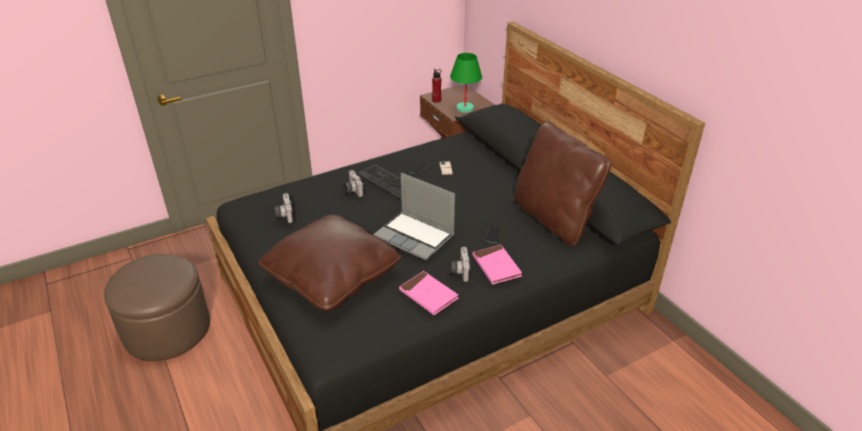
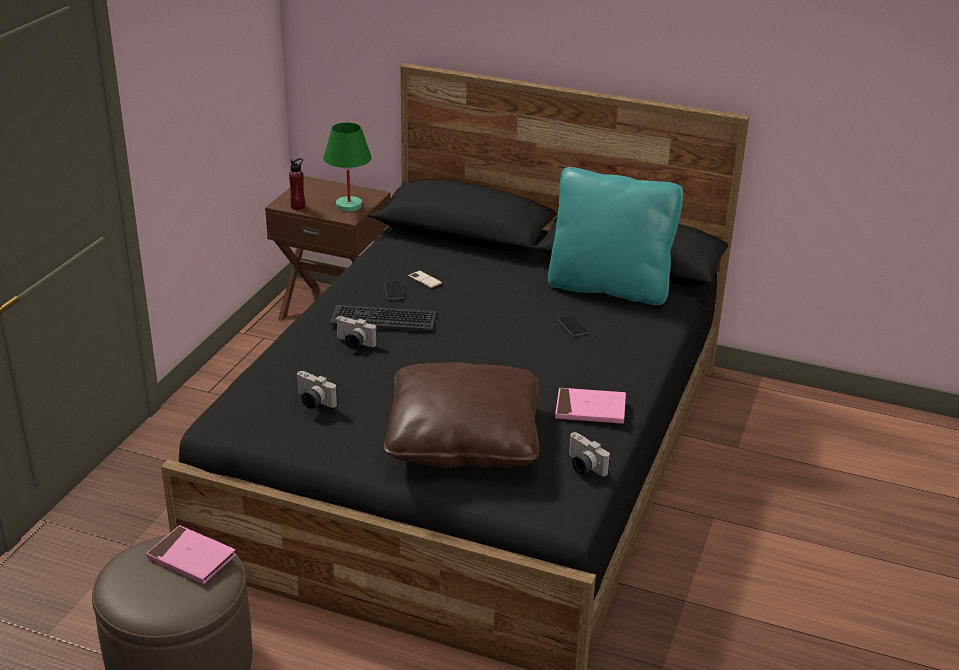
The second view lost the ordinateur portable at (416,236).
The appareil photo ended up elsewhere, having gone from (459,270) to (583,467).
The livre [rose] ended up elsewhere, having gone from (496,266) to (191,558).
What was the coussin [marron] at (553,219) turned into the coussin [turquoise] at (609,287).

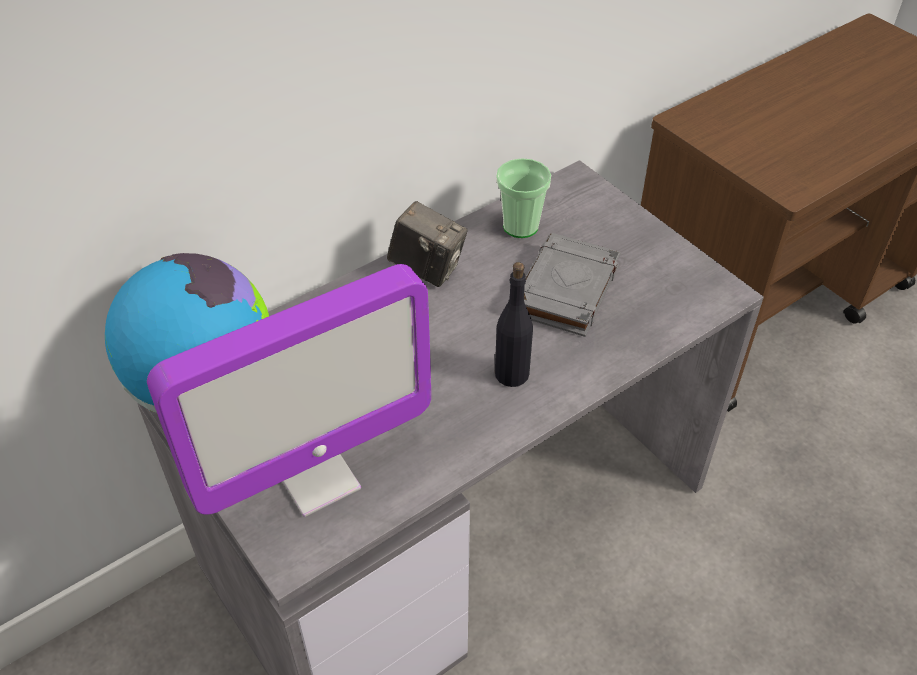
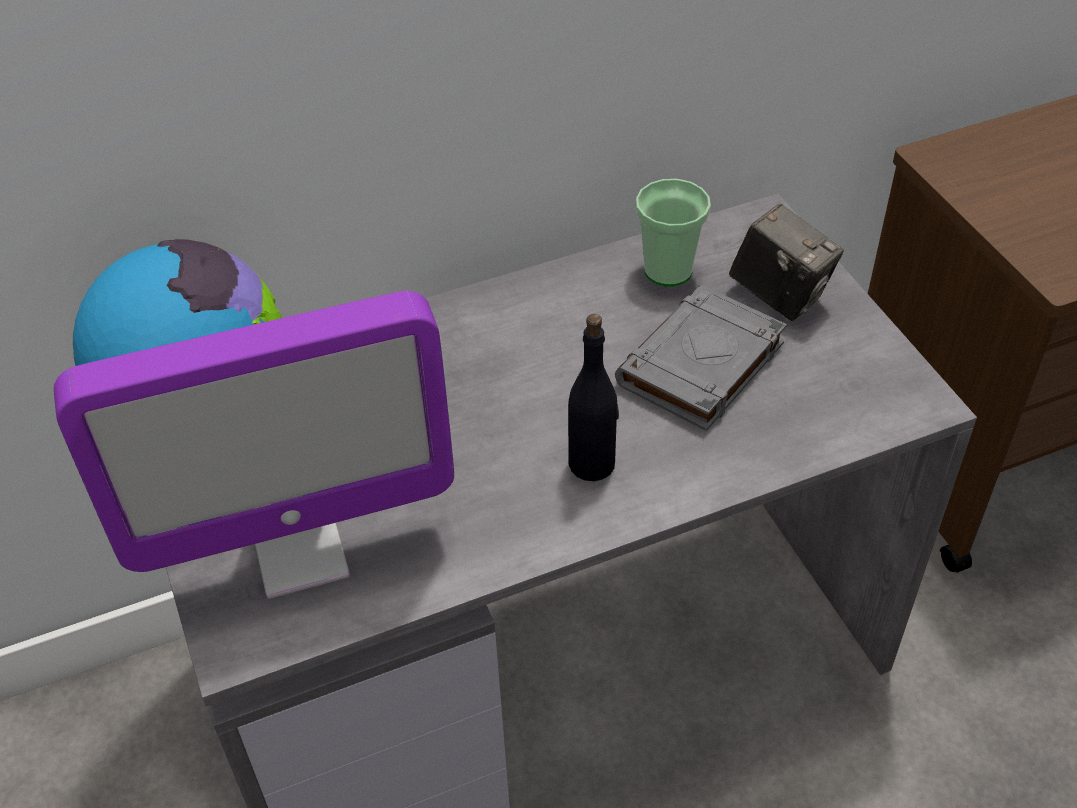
The appareil photo ended up elsewhere, having gone from (427,268) to (780,295).

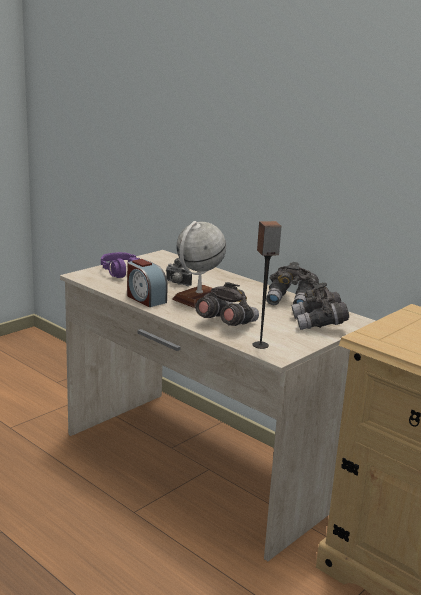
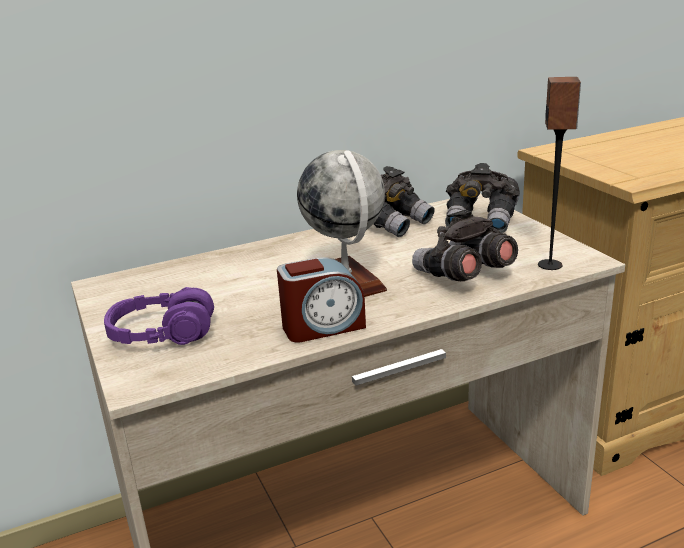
The second view lost the appareil photo at (176,283).

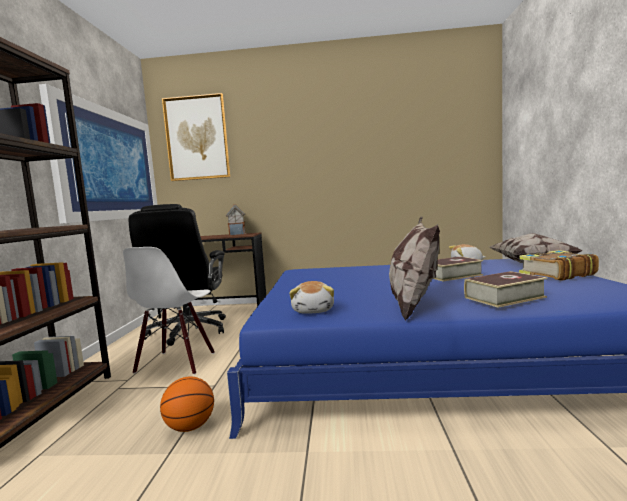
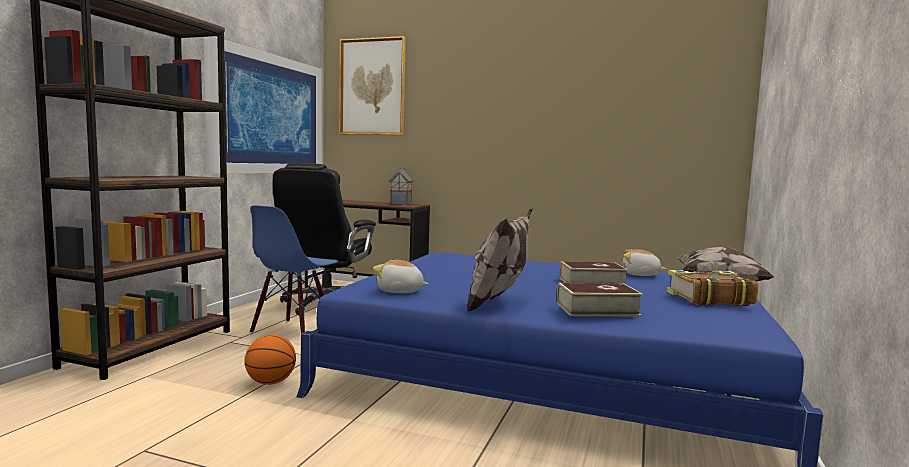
What was the chaise [blanc] at (176,363) turned into the chaise [bleu] at (293,331).
The peluche at (314,310) ended up facing another way, 90 degrees clockwise from before.

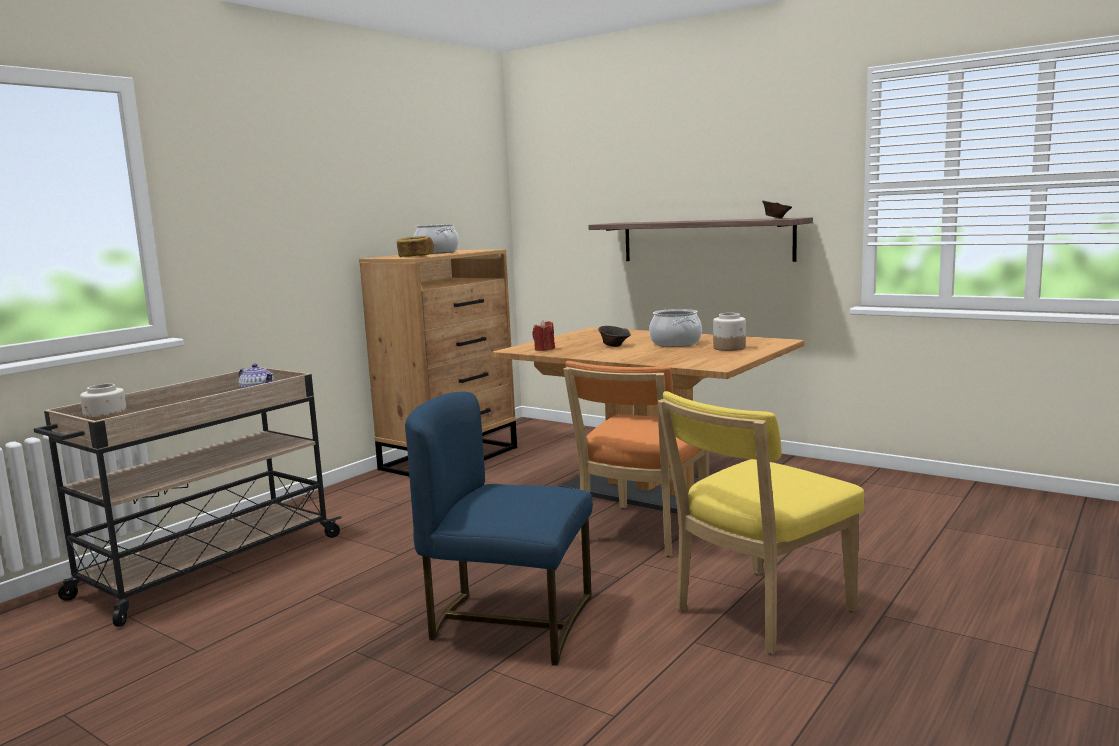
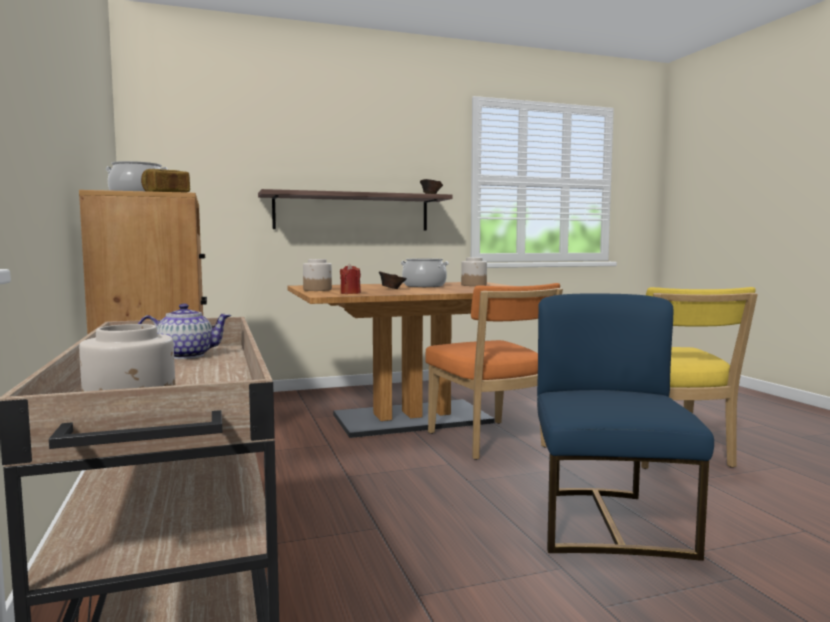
The chaise [bleu] at (509,622) ended up facing another way, 135 degrees clockwise from before.
The second view gained the bocal at (318,290).

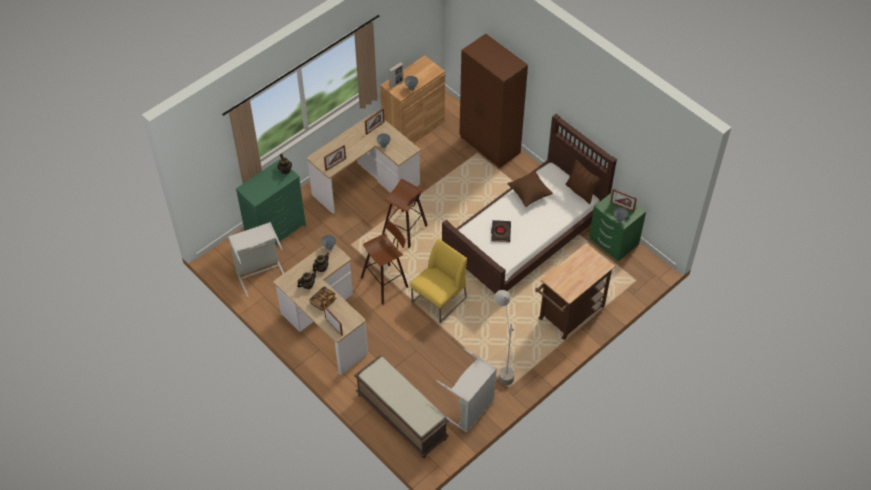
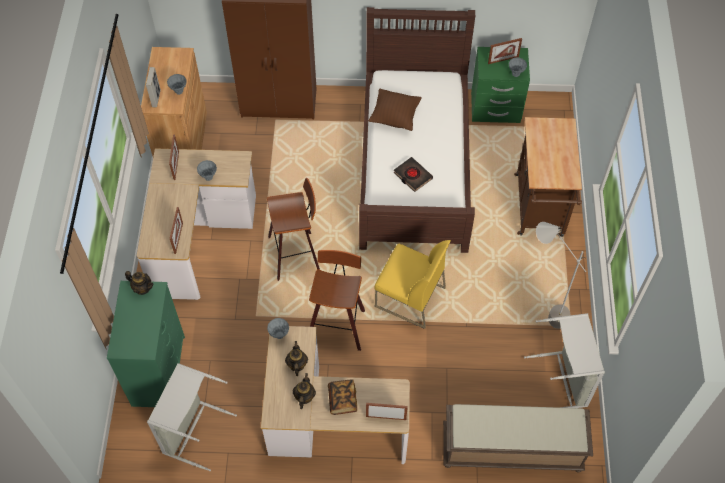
The chaise [jaune] at (439,300) ended up facing another way, 120 degrees clockwise from before.
The second view lost the coussin [marron] at (580,192).

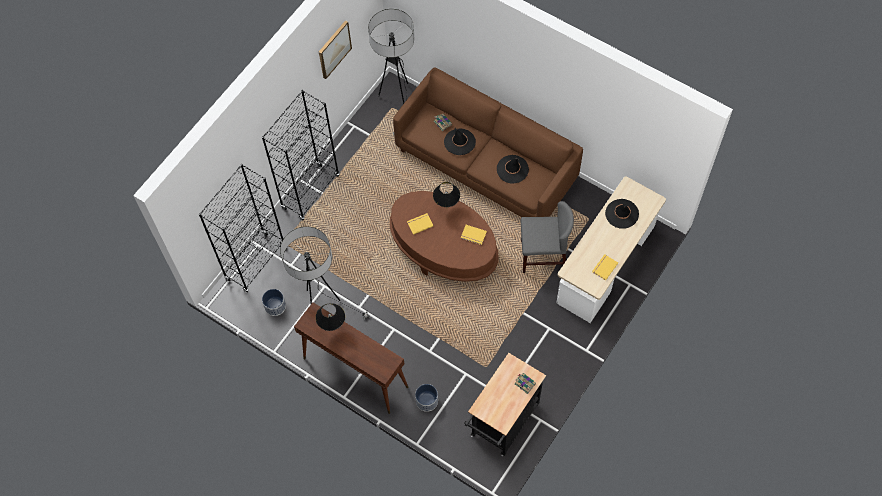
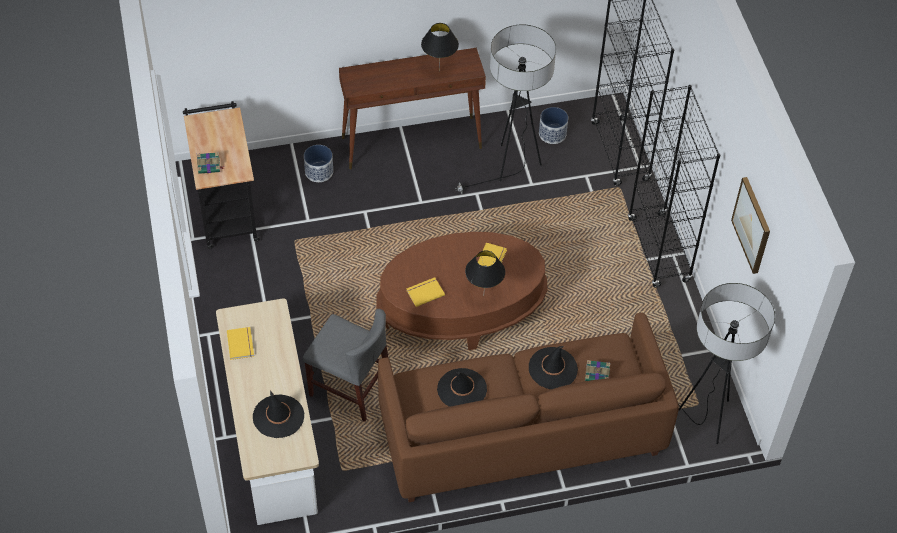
The chaise [gris] at (543,256) ended up facing another way, 105 degrees counterclockwise from before.

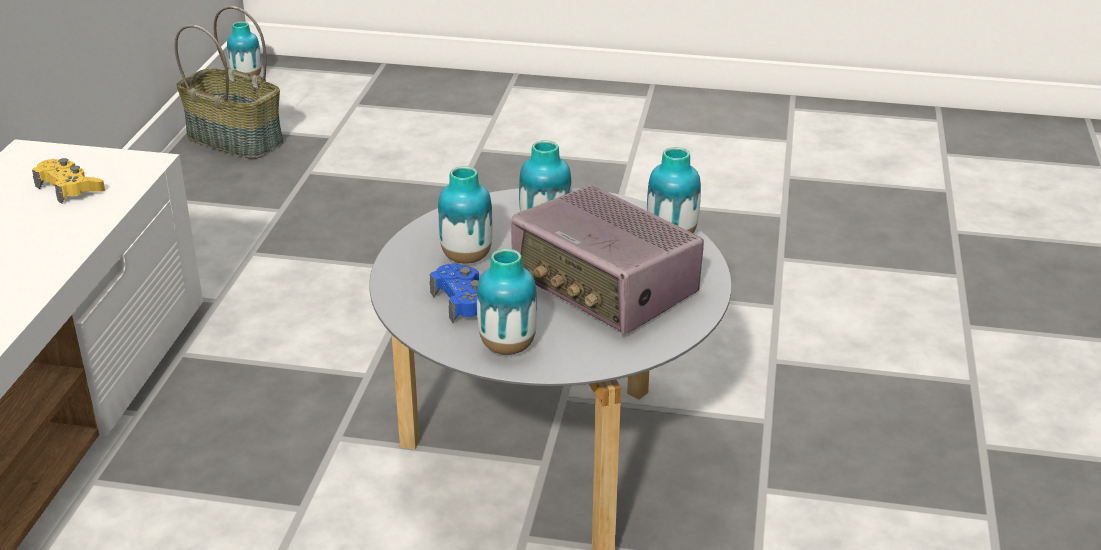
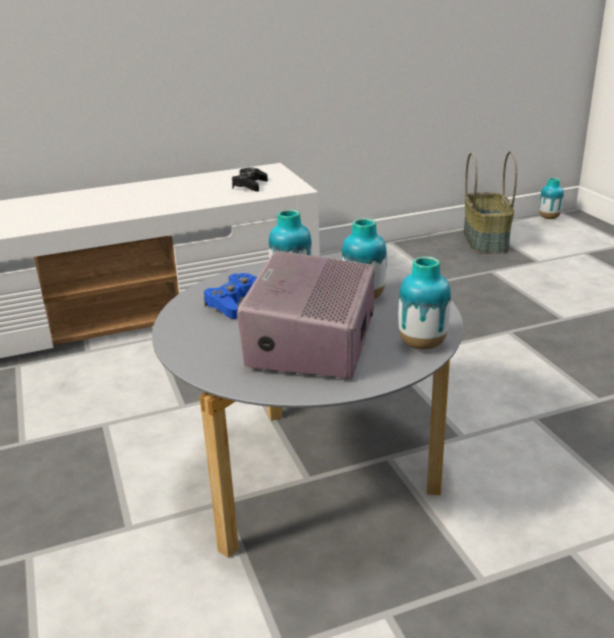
What was the manette [jaune] at (69,188) turned into the manette [noir] at (250,185).
The second view lost the vase at (507,346).

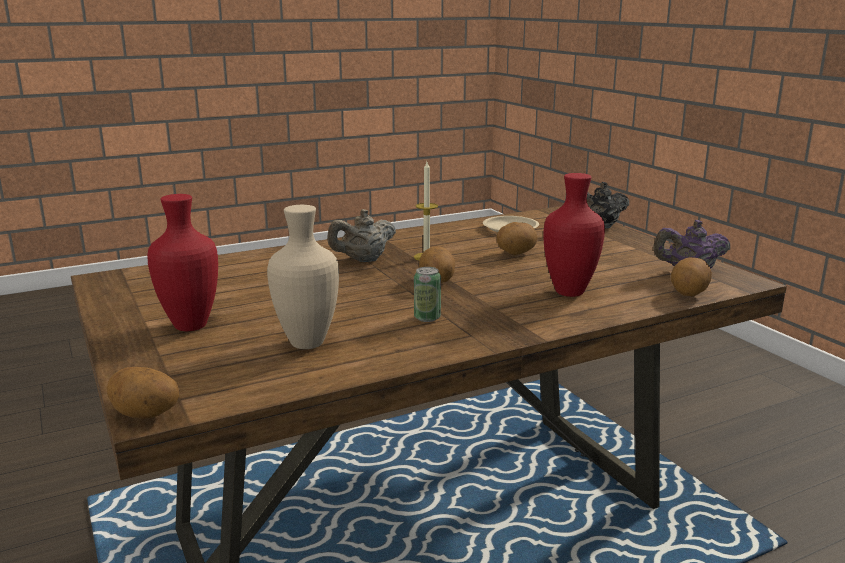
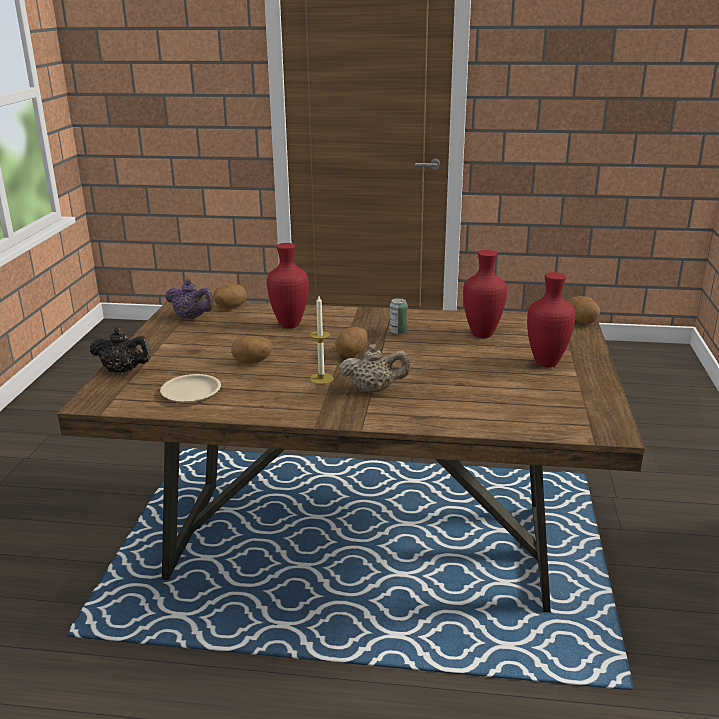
What was the vase [beige] at (305,343) turned into the vase [rouge] at (483,335).

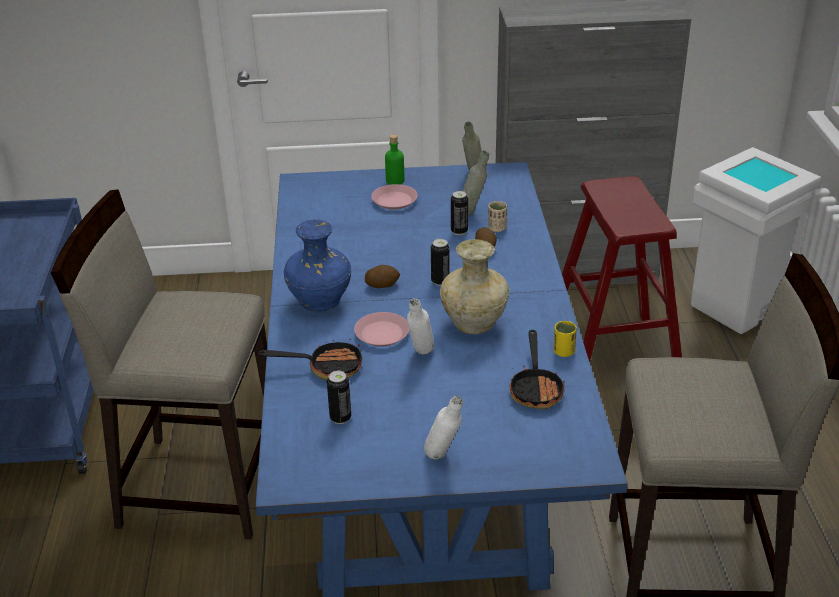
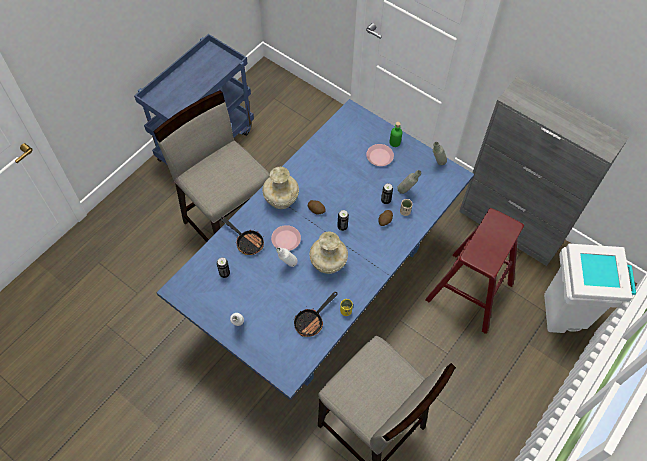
What was the vase [bleu] at (321,302) turned into the vase [beige] at (281,201).

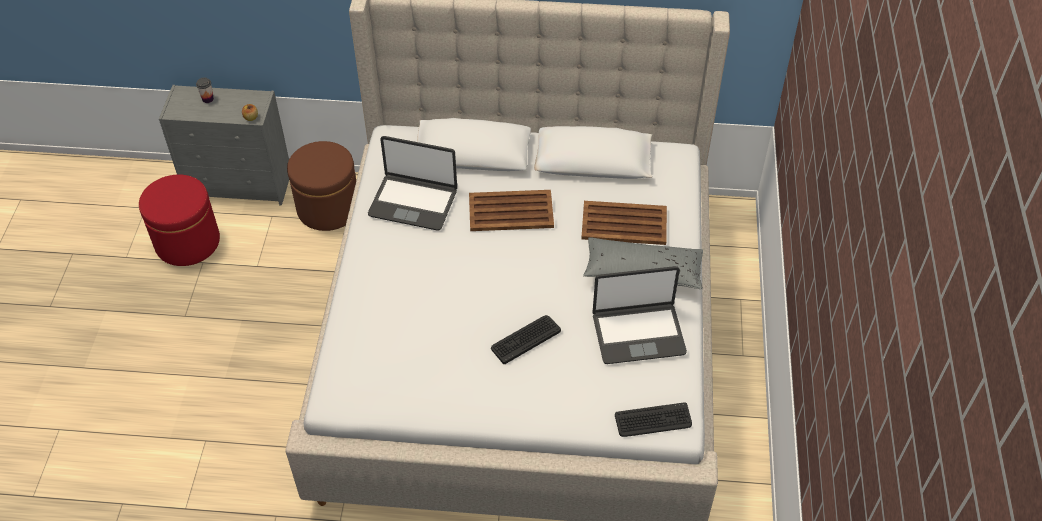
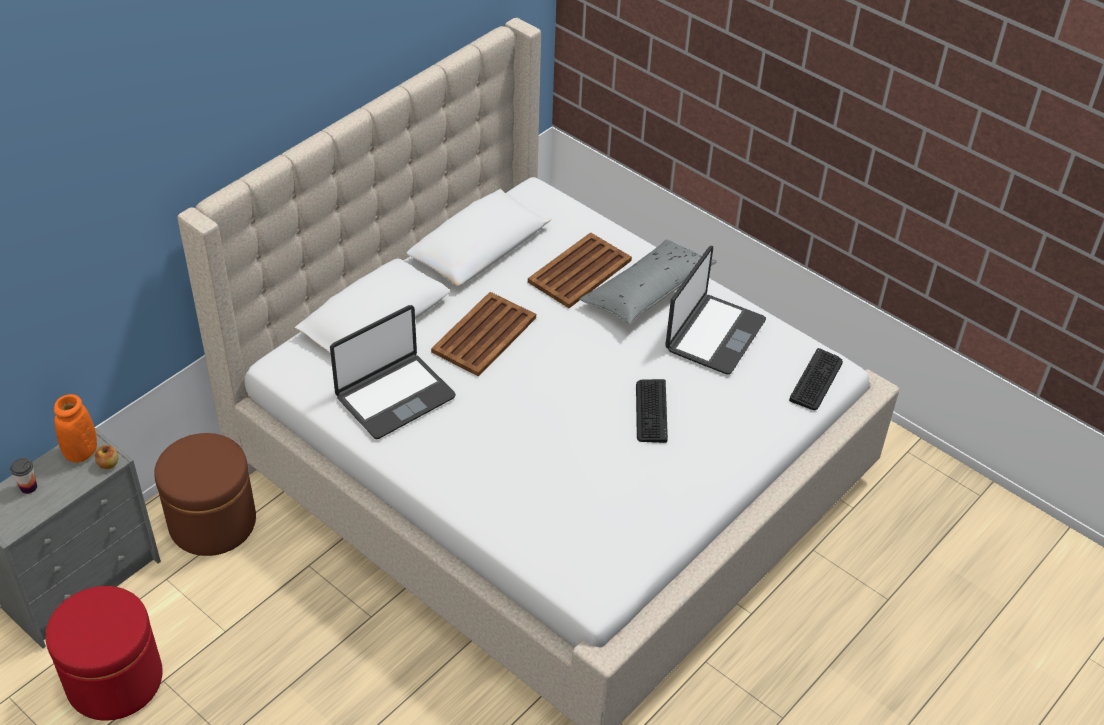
The second view gained the vase [orange] at (81,452).

